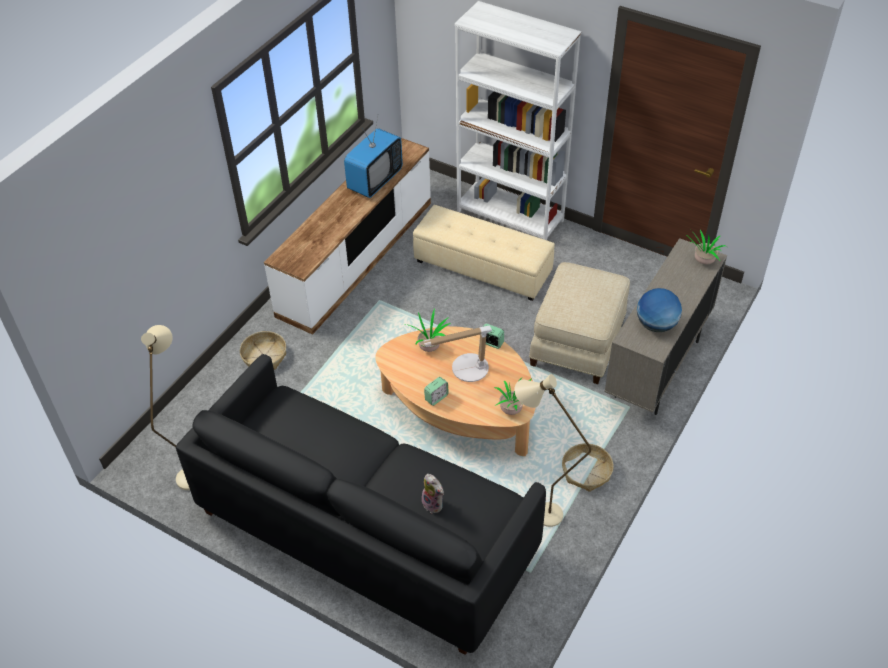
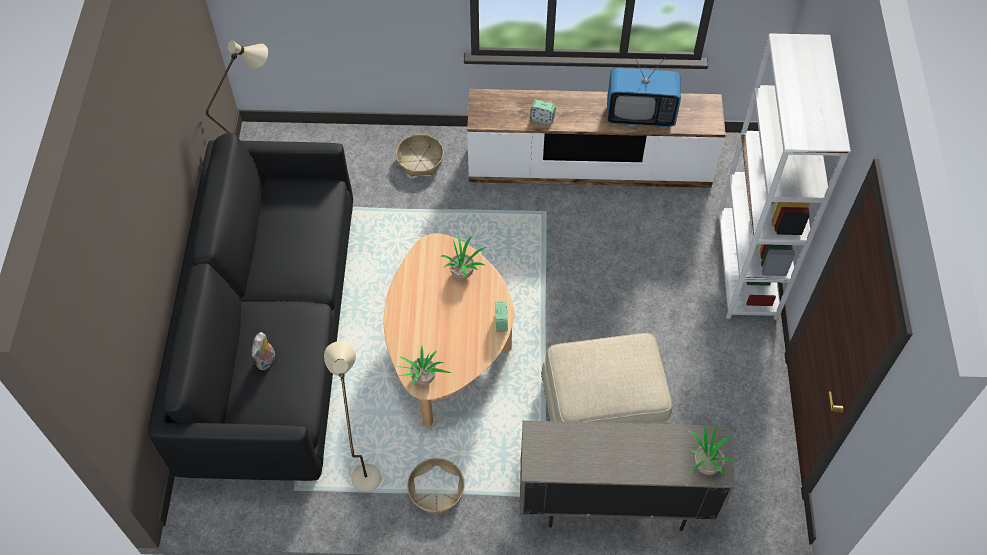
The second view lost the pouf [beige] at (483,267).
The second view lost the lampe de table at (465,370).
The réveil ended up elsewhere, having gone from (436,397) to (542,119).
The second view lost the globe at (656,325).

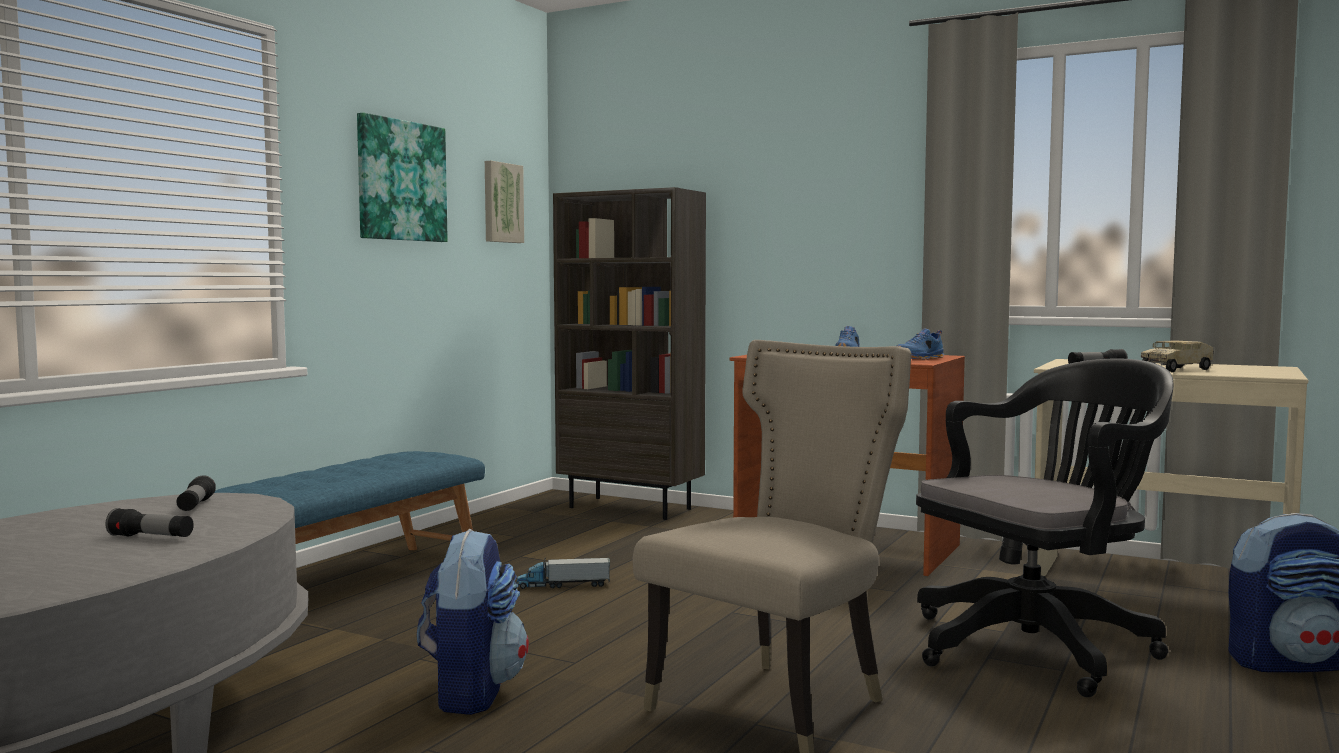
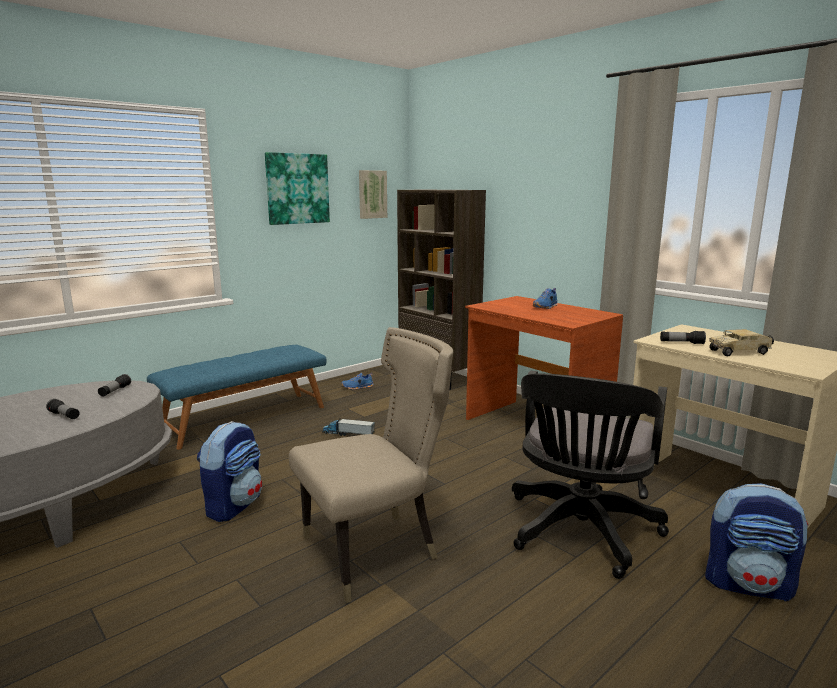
The chaussure [bleu] ended up elsewhere, having gone from (920,358) to (357,387).
The chaise de bureau [noir] at (1039,646) ended up facing another way, 120 degrees clockwise from before.

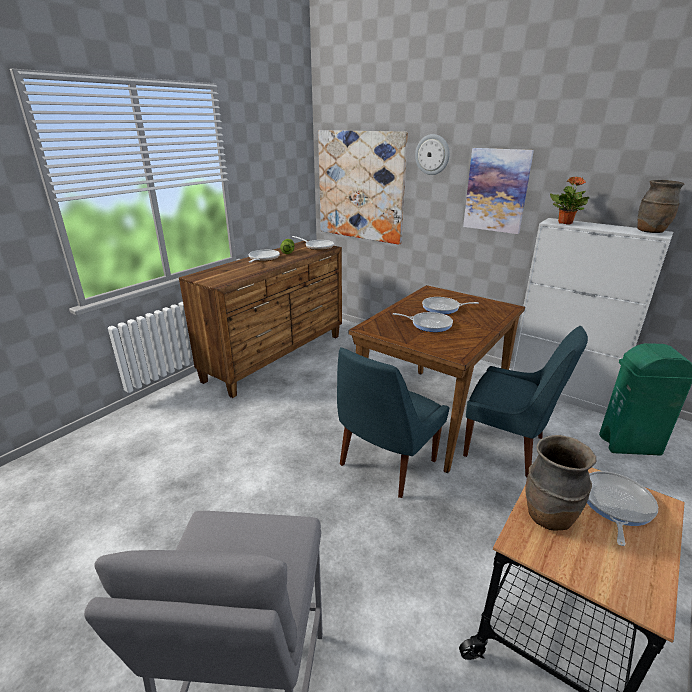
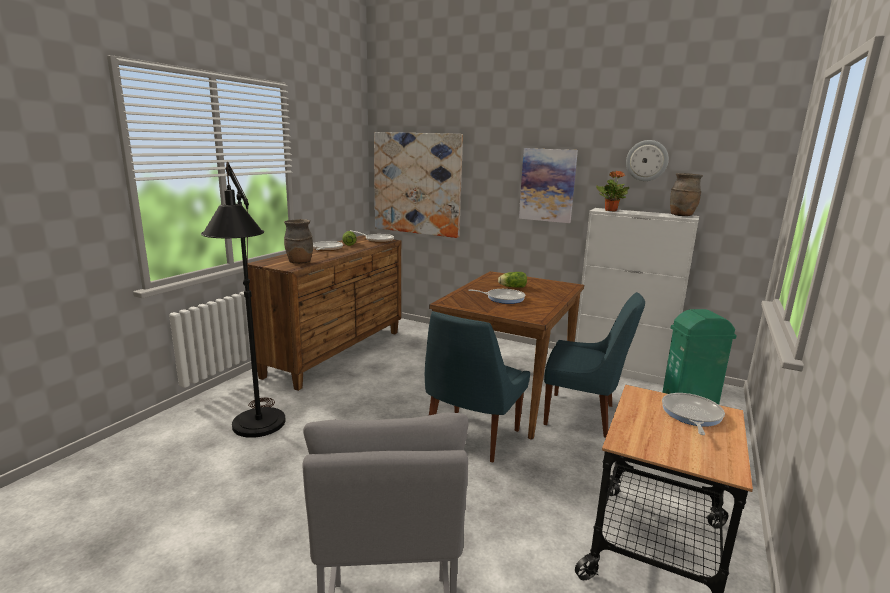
The horloge murale ended up elsewhere, having gone from (432,154) to (647,160).
Where the poêle stood at (443,308), the laitue came to stand at (511,287).
The vase [marron] ended up elsewhere, having gone from (548,516) to (299,262).
The second view gained the lampadaire [noir] at (258,431).

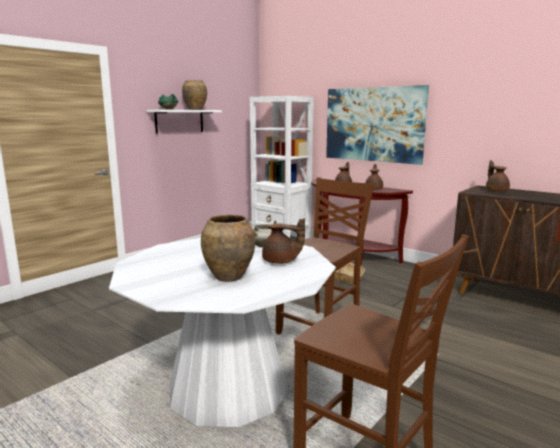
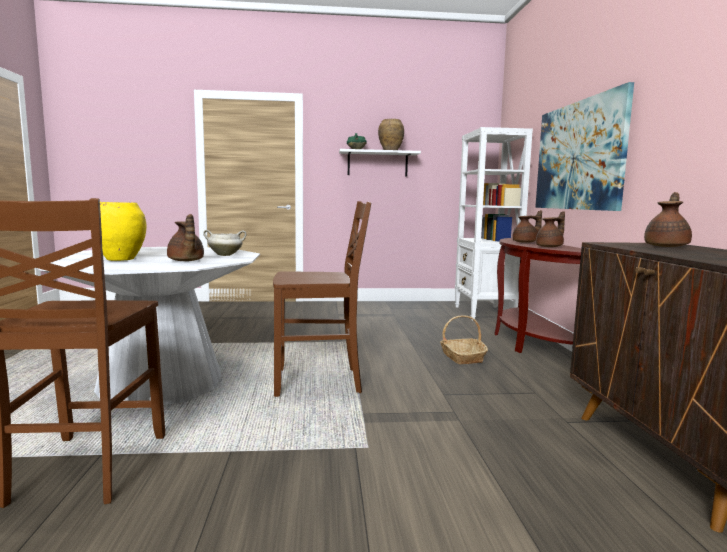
What was the vase [marron] at (228,277) turned into the vase [jaune] at (120,259).

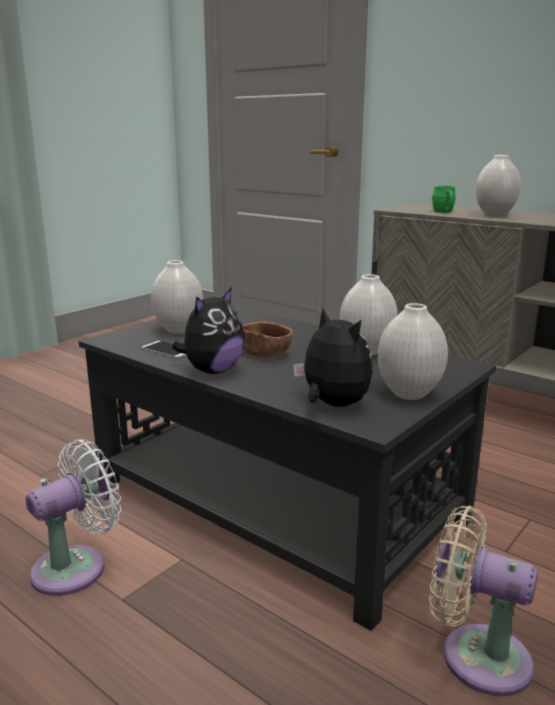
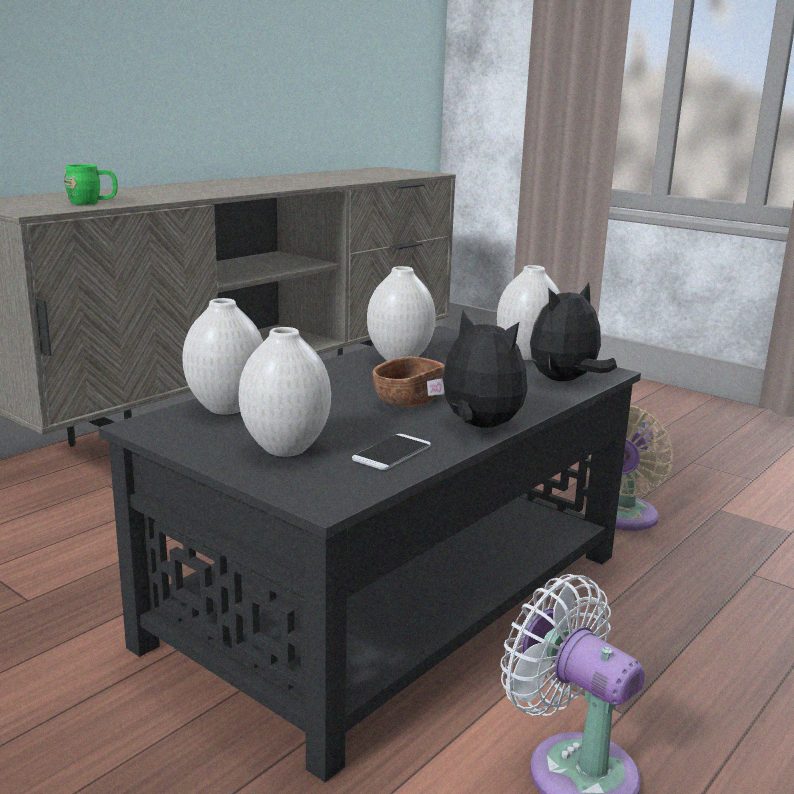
The vase [blanc] ended up elsewhere, having gone from (494,215) to (227,409).

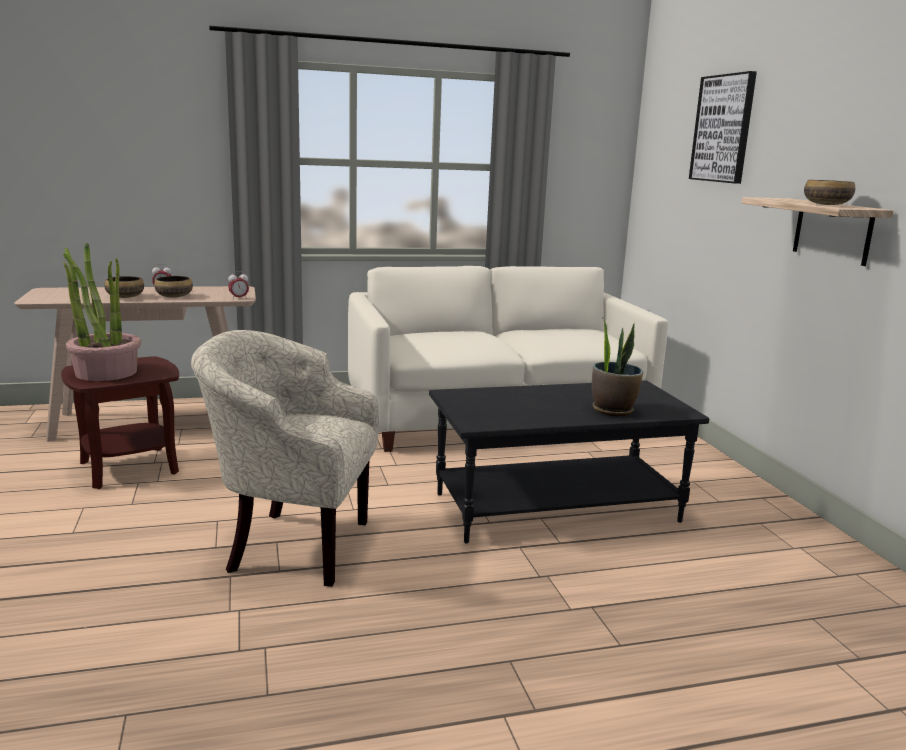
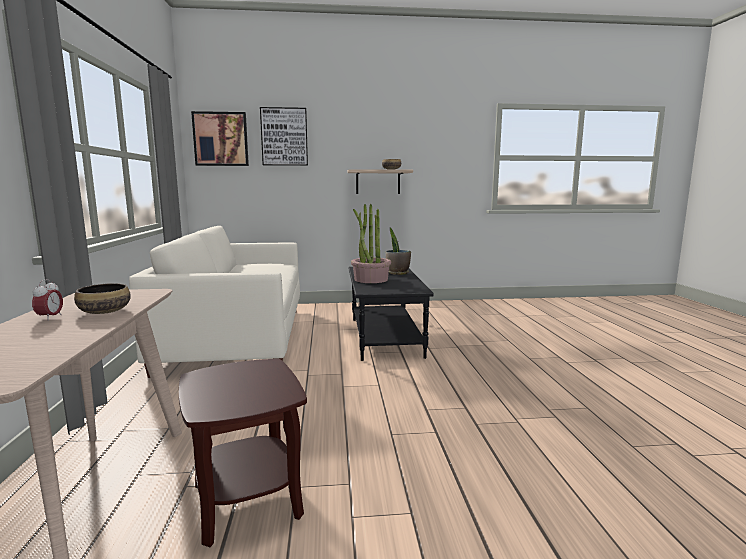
The plante en pot ended up elsewhere, having gone from (106,372) to (370,279).
The second view lost the bol at (125,297).
The second view lost the fauteuil [beige] at (291,545).
The second view lost the réveil at (239,298).
The second view gained the tableau at (221,139).

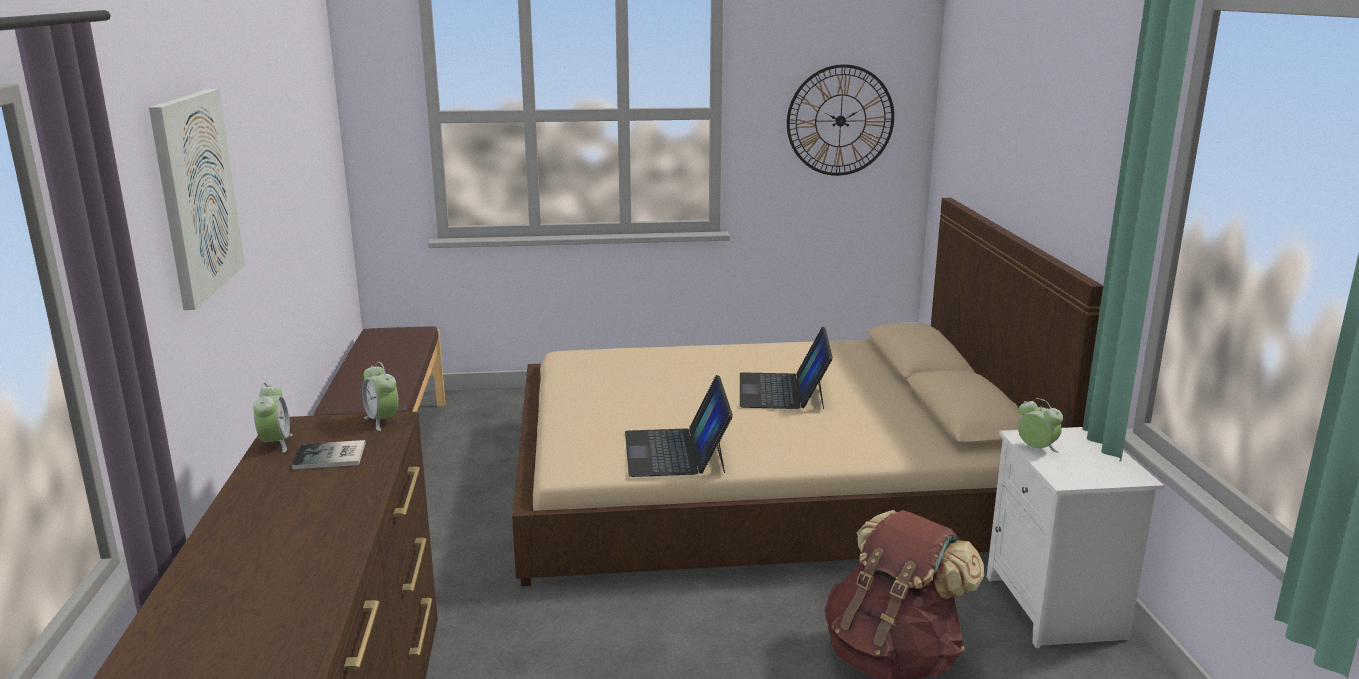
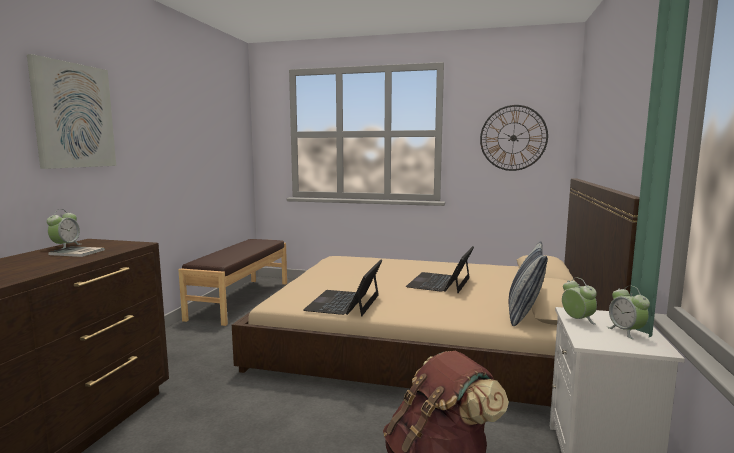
The réveil ended up elsewhere, having gone from (382,421) to (626,331).
The second view gained the coussin at (524,315).

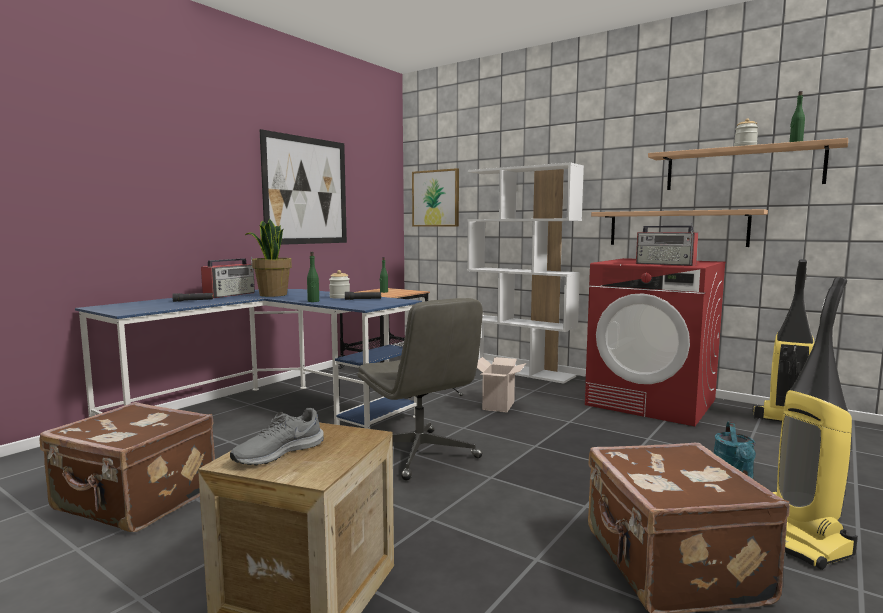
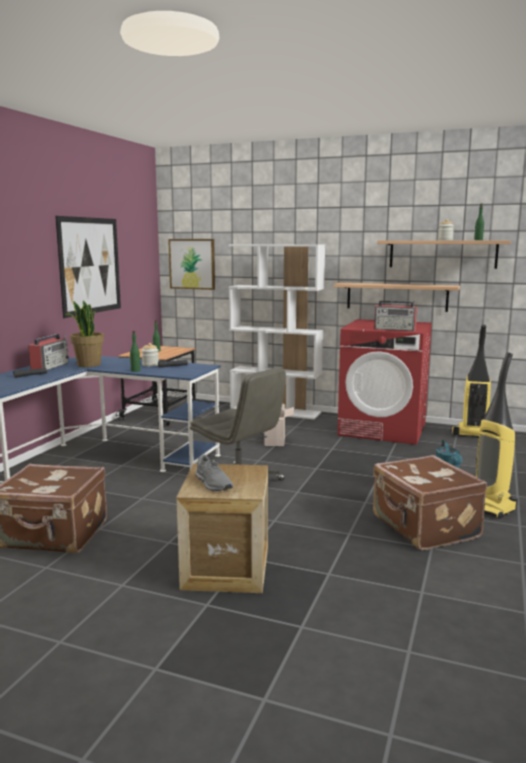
The chaussure [gris] at (277,452) ended up facing another way, 60 degrees counterclockwise from before.

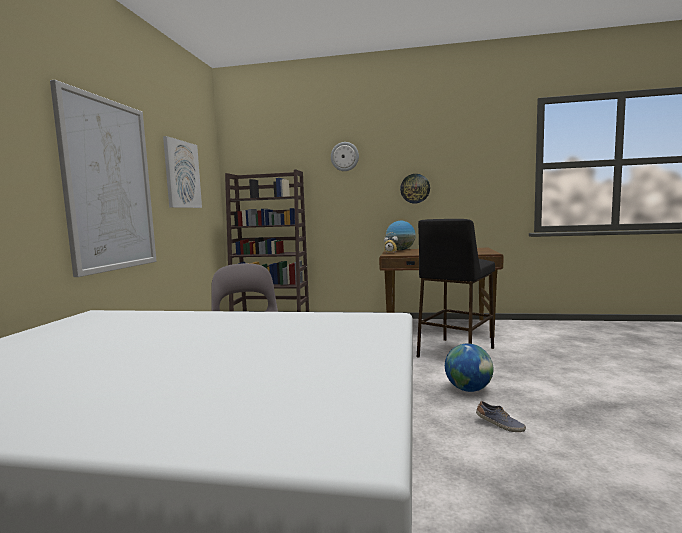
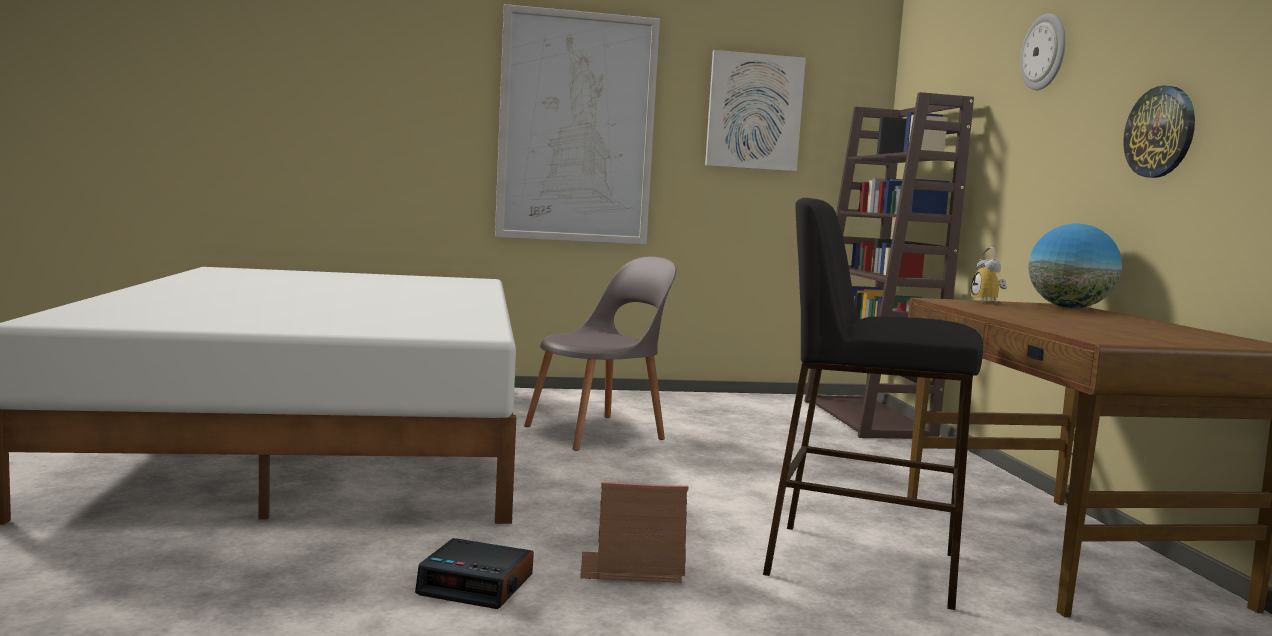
Where the globe stood at (468,389), the maison miniature came to stand at (633,567).
Where the chaussure stood at (500,425), the réveil came to stand at (477,585).

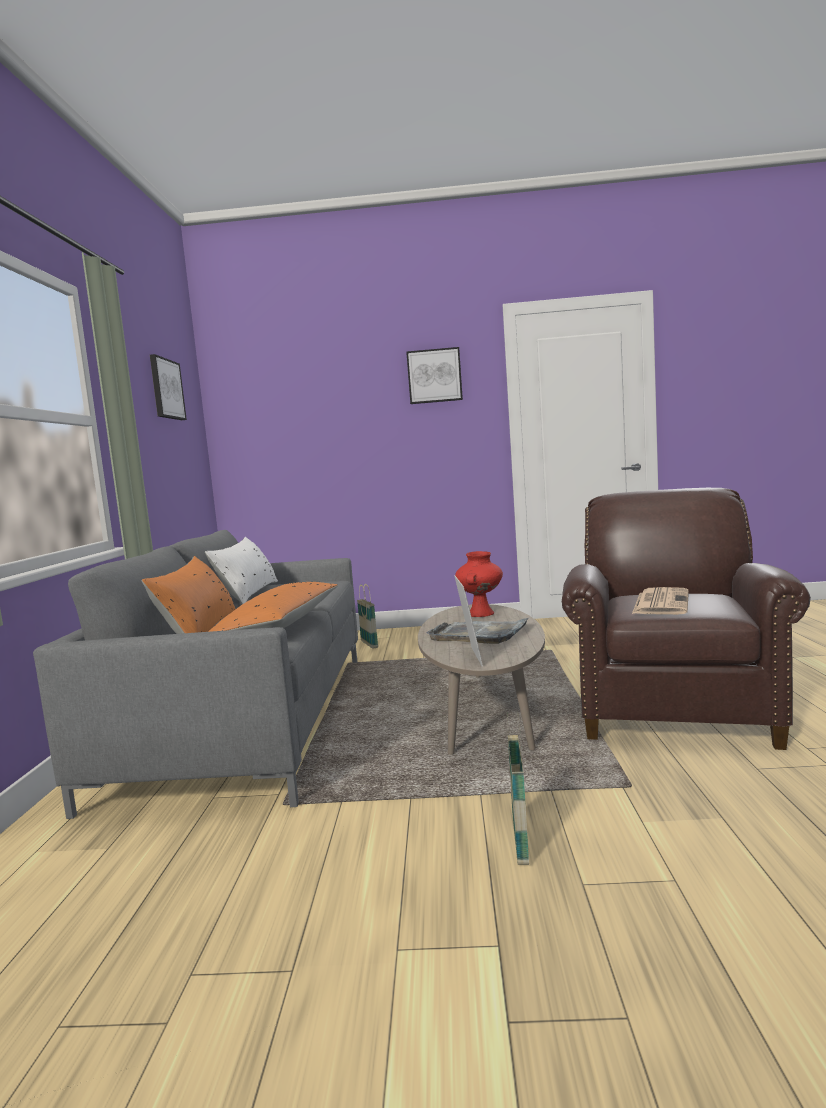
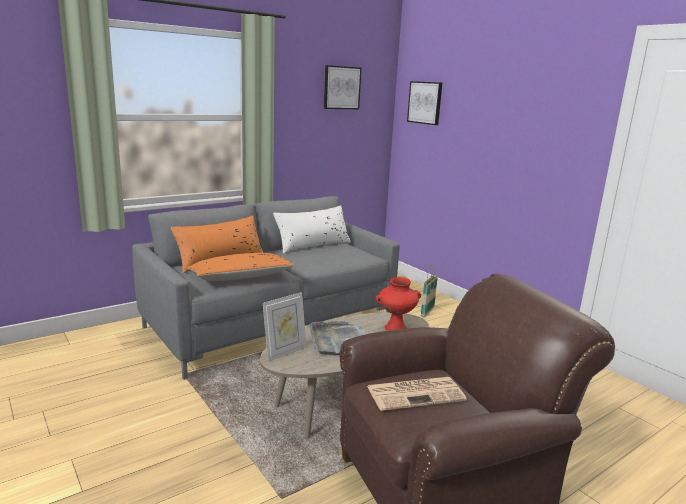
The tableau ended up elsewhere, having gone from (434,376) to (425,102).
The second view lost the panier at (520,841).

